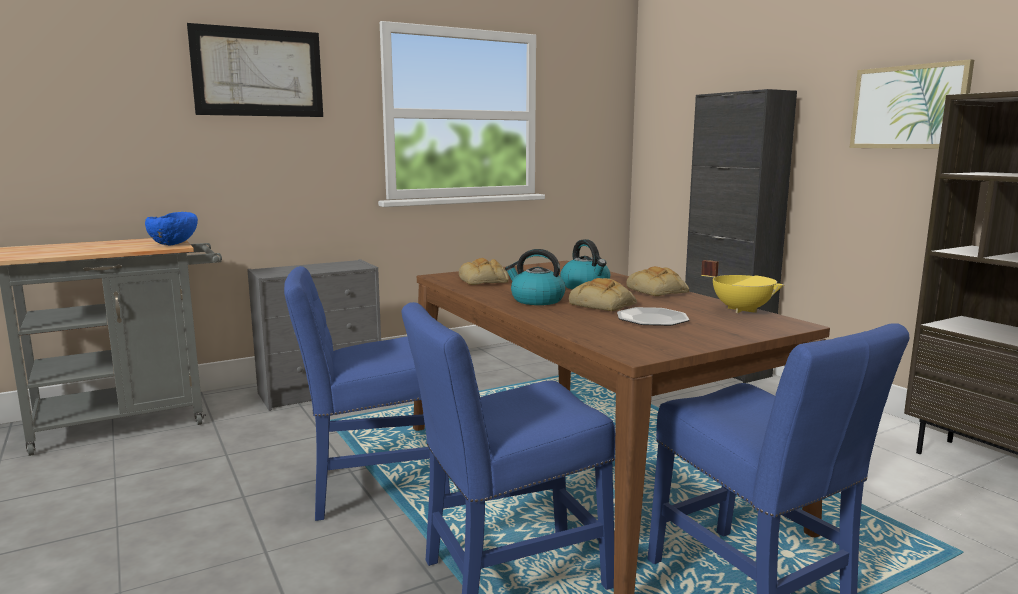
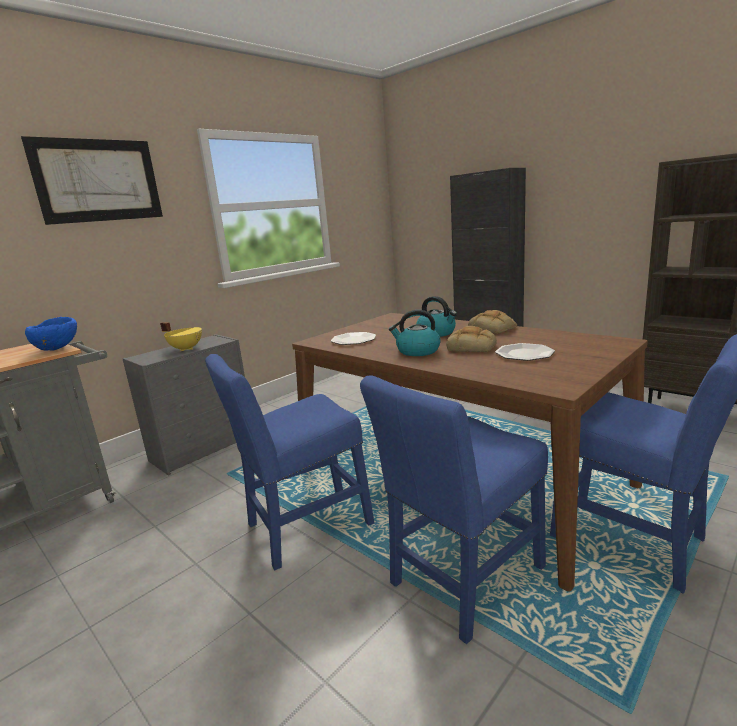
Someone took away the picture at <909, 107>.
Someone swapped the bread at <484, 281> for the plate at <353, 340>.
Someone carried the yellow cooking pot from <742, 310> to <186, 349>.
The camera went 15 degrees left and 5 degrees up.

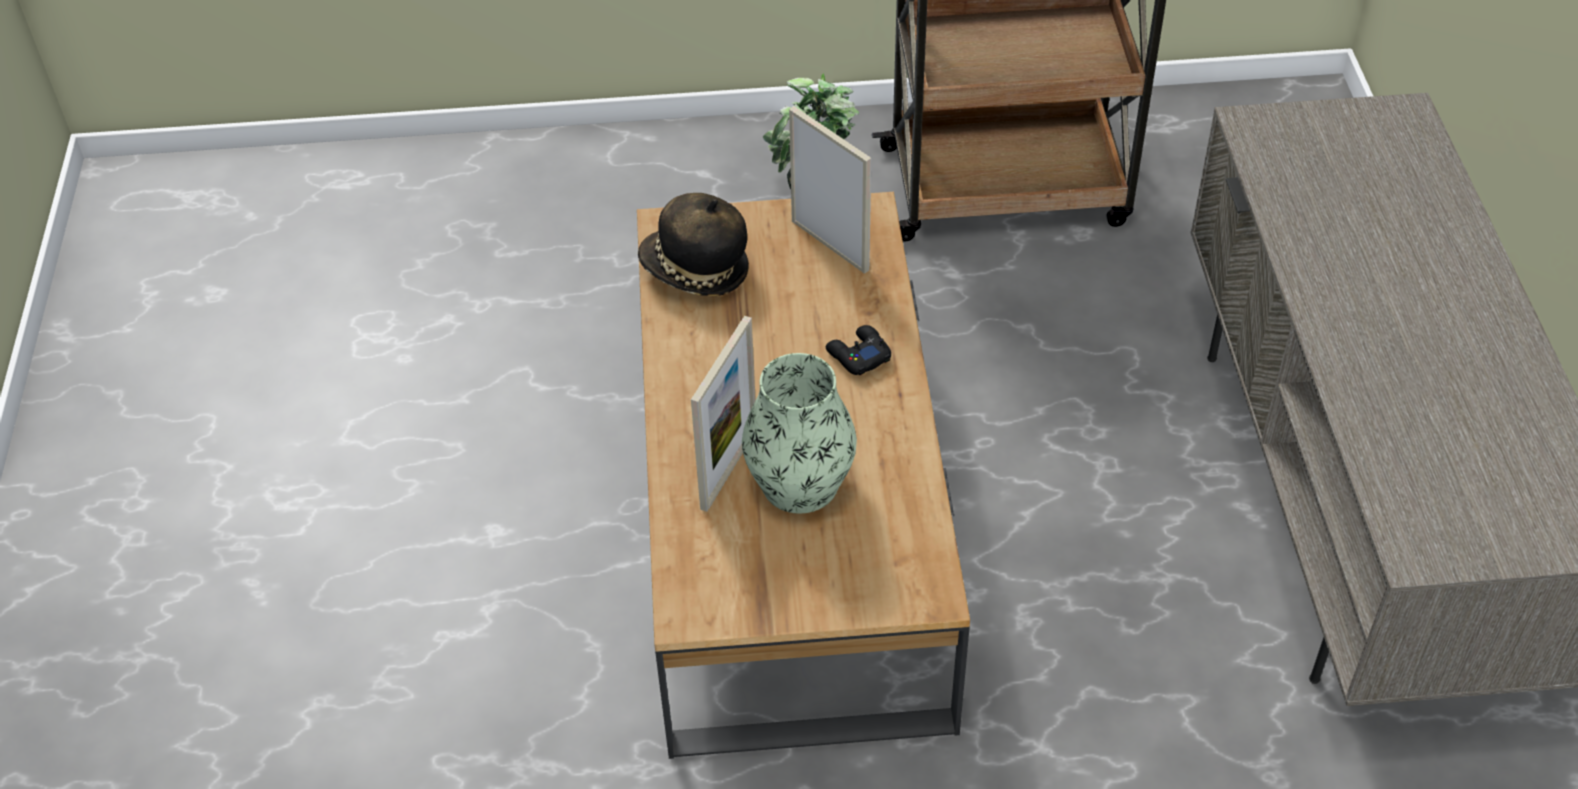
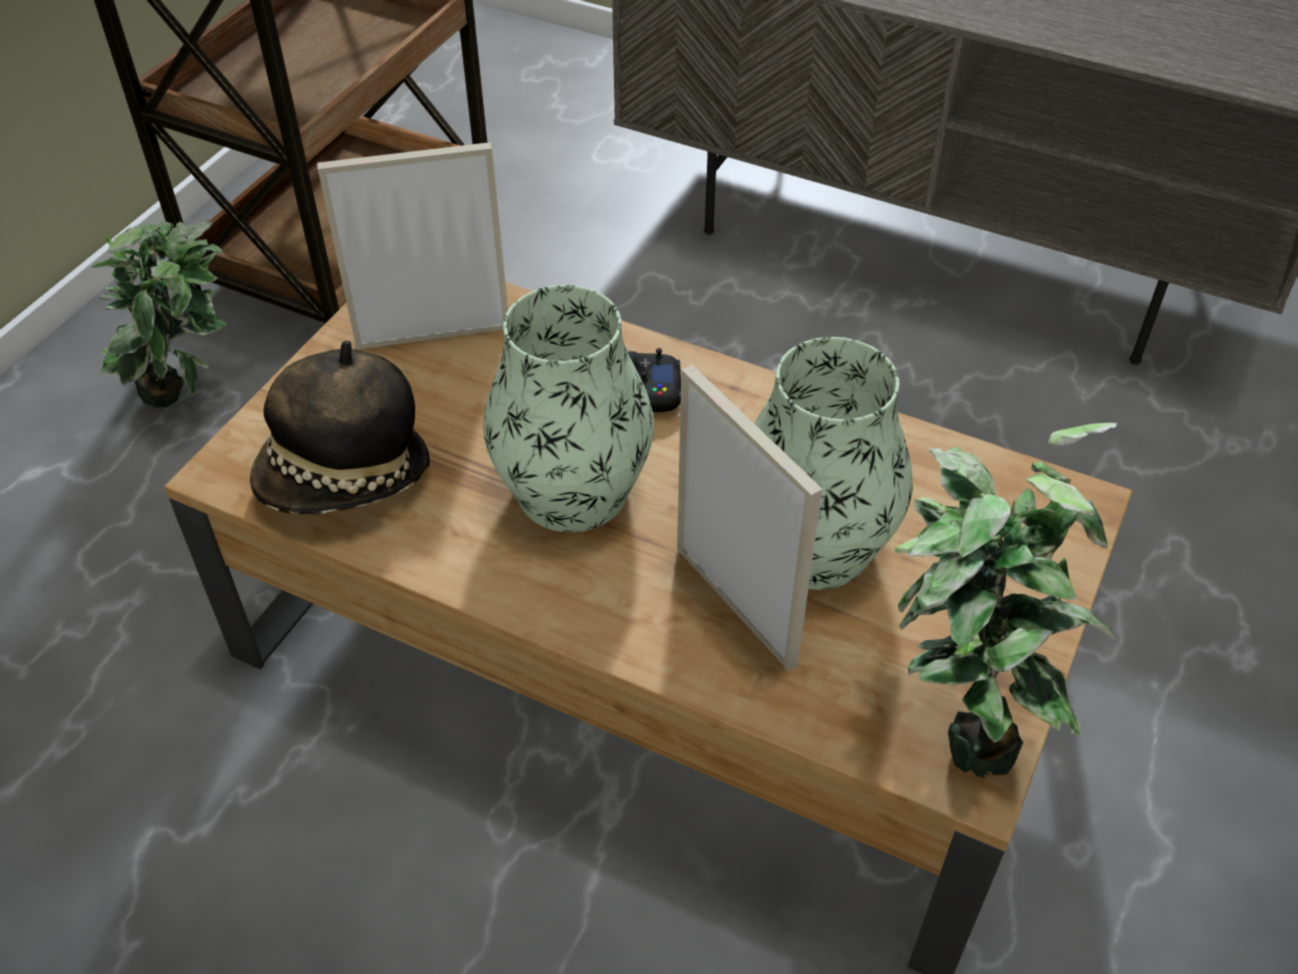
Someone put down the vase at <573, 490>.
Someone put down the potted plant at <960, 718>.
The camera went 60 degrees left and 0 degrees up.

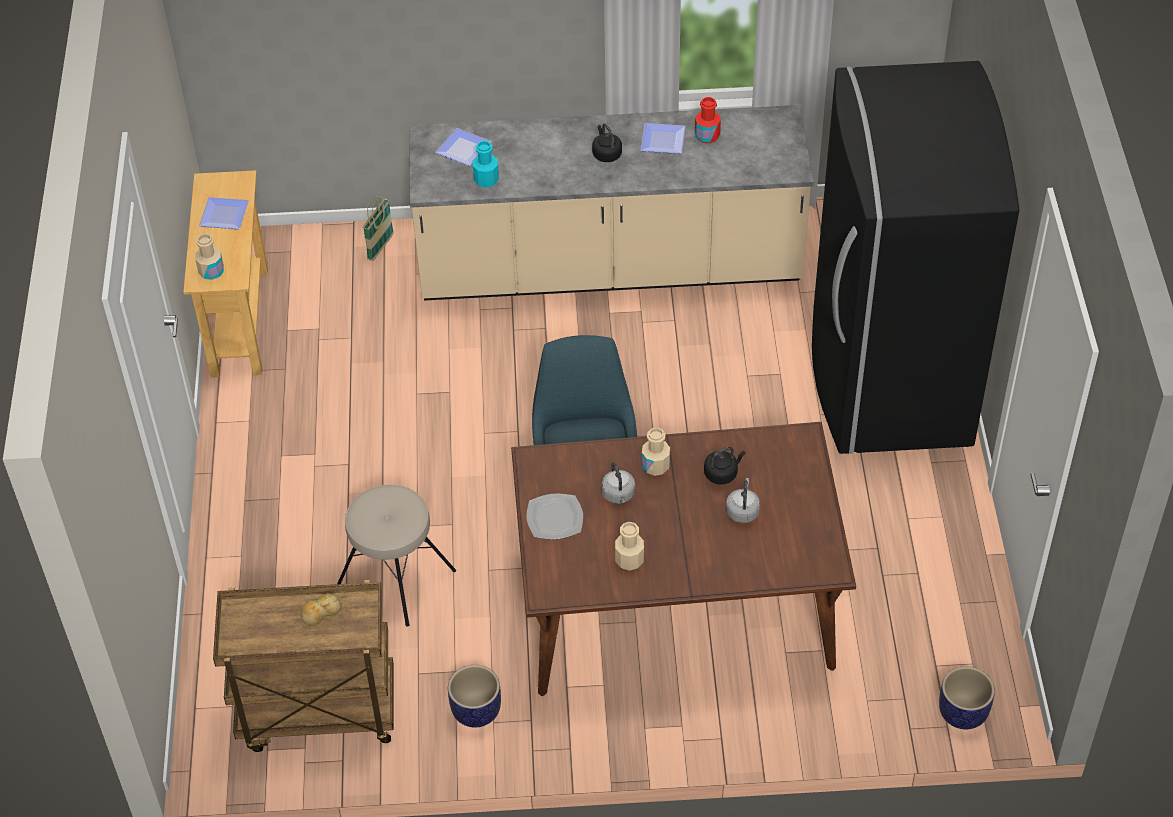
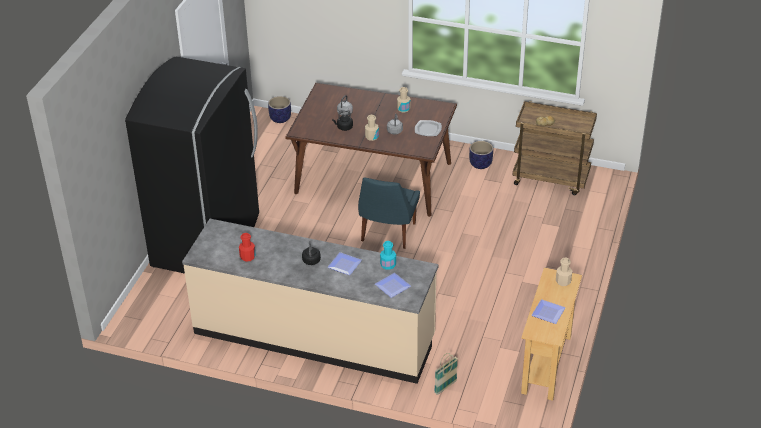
Someone carried the plate from <664, 141> to <344, 264>.
Someone took away the beige stool at <395, 579>.
The camera went 160 degrees left and 10 degrees down.

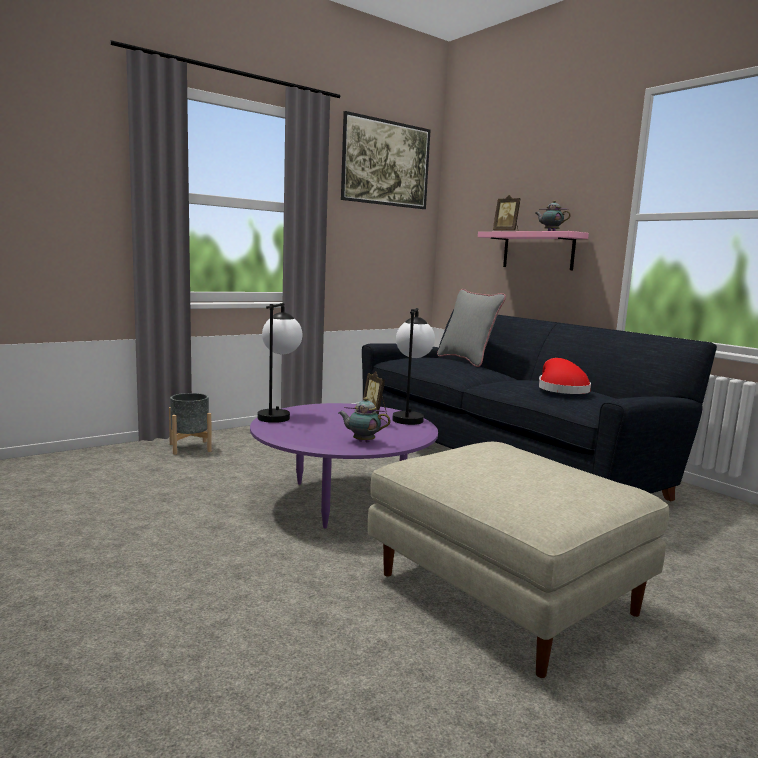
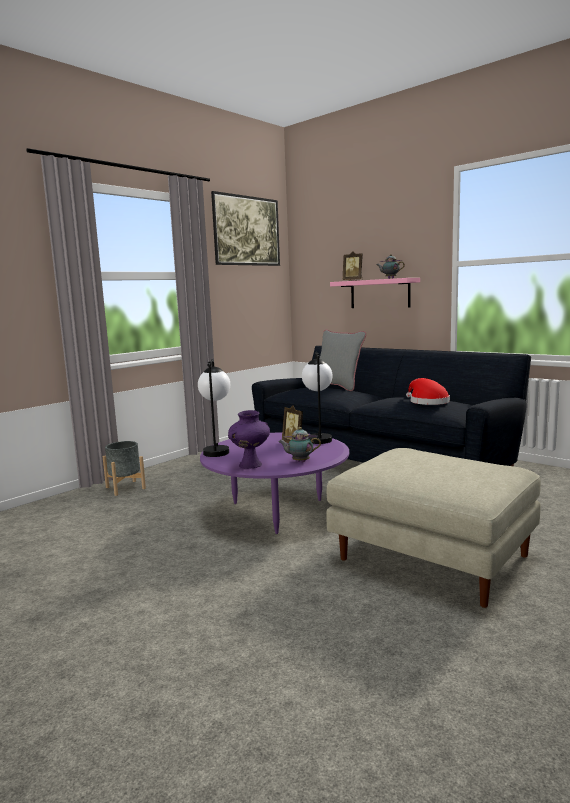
Someone put down the purple vase at <250, 465>.
The camera went 10 degrees left and 0 degrees up.

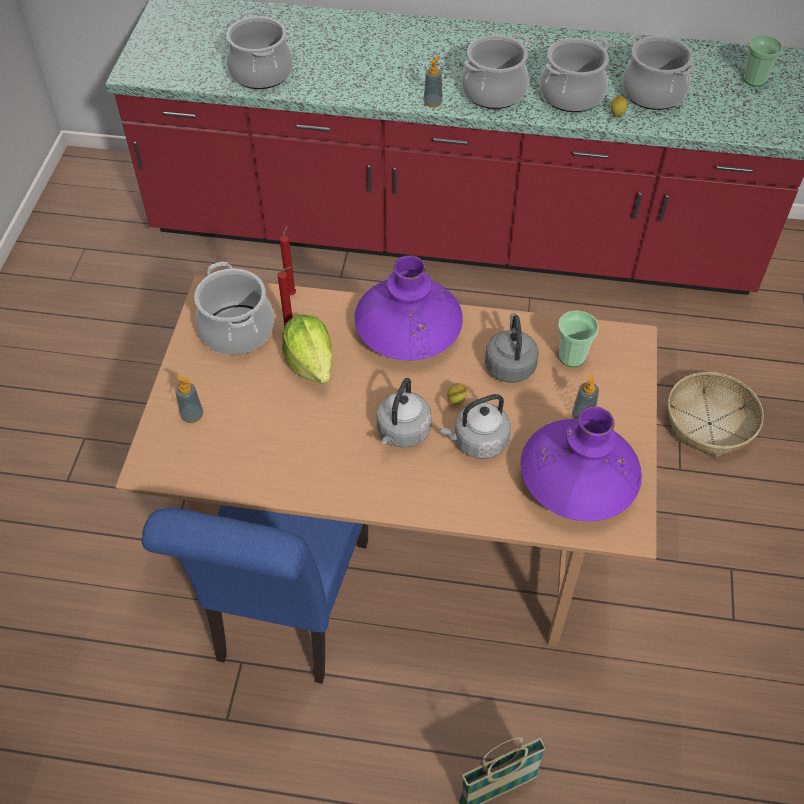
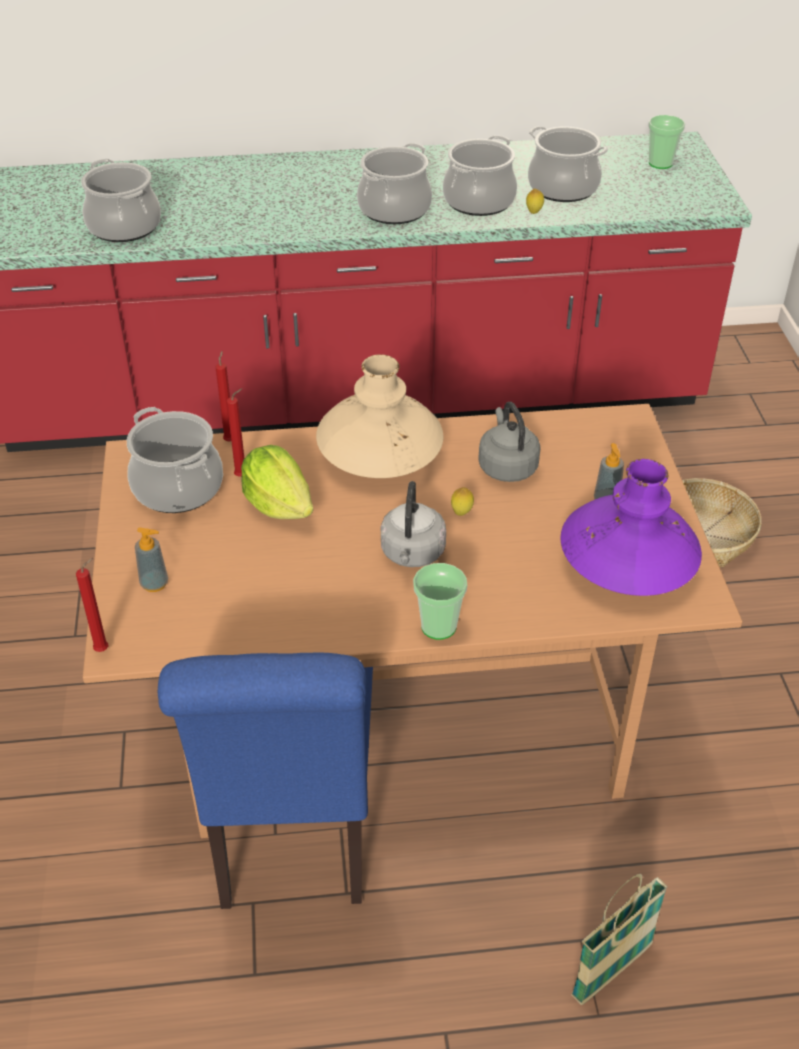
Someone took away the soap dispenser at <432, 102>.
Someone repainted the purple vase at <408, 331>, which became the beige vase at <380, 454>.
Someone carried the cup from <572, 357> to <438, 626>.
Someone took away the grey kettle at <477, 442>.
Someone put down the red candle at <104, 649>.
The camera went 15 degrees left and 10 degrees down.

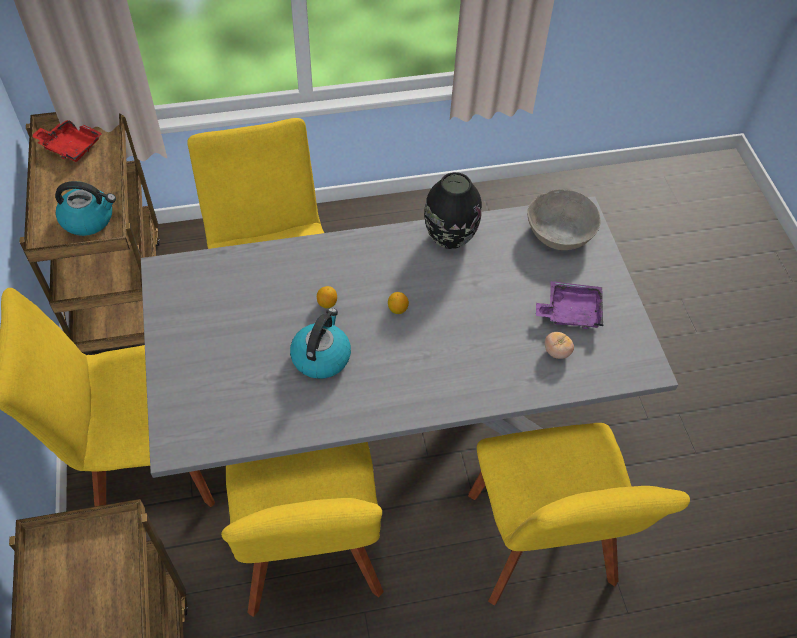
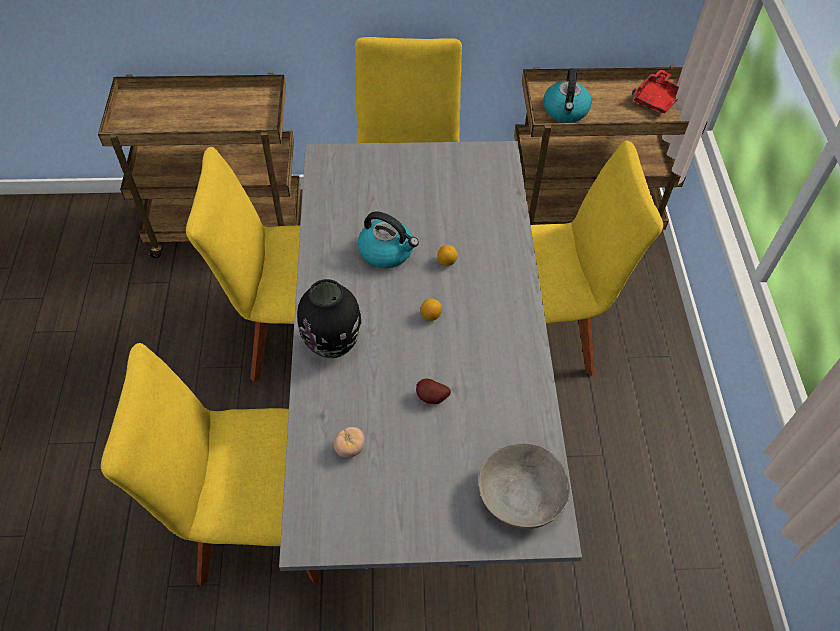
Someone carried the black vase from <449, 237> to <333, 343>.
Someone took away the purple tray at <570, 311>.
Someone put down the potato at <431, 398>.
The camera went 100 degrees right and 0 degrees up.

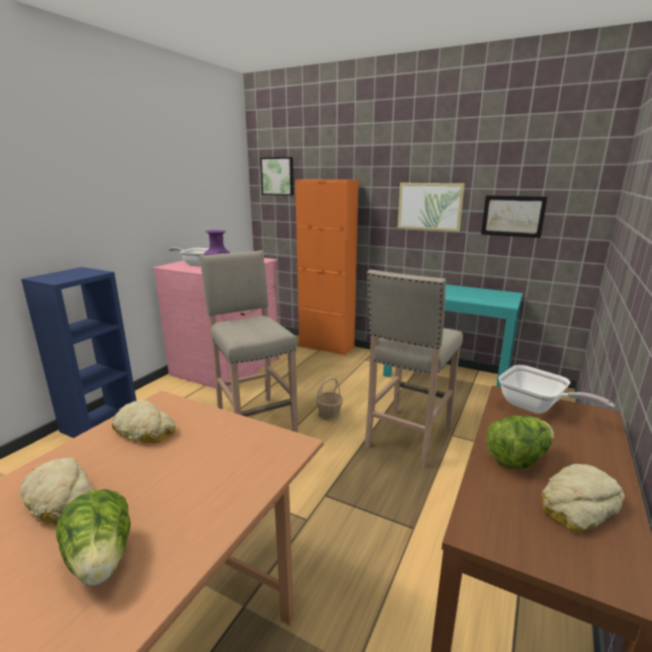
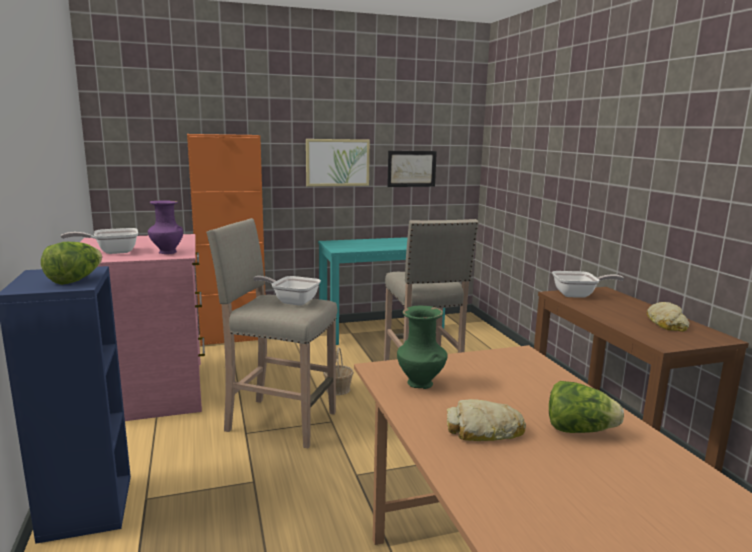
Someone took away the picture at <278, 176>.
Someone swapped the bread at <145, 430> for the green vase at <421, 384>.
Someone carried the lettuce from <517, 459> to <75, 280>.
Someone put down the frying pan at <292, 301>.
The camera went 45 degrees left and 5 degrees down.

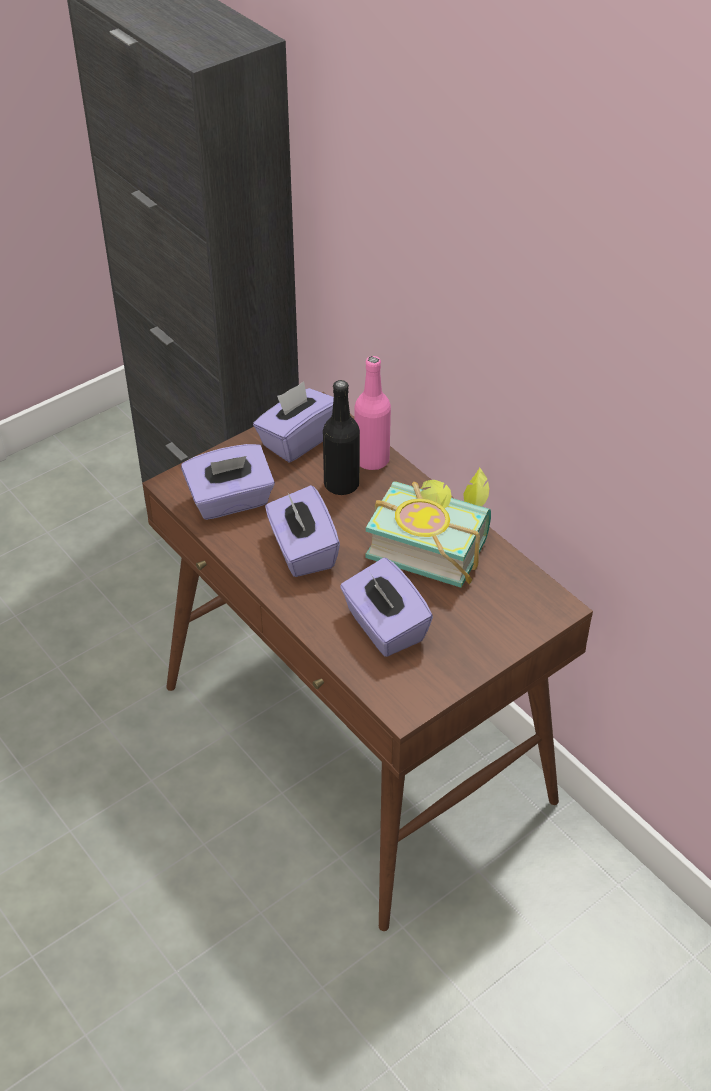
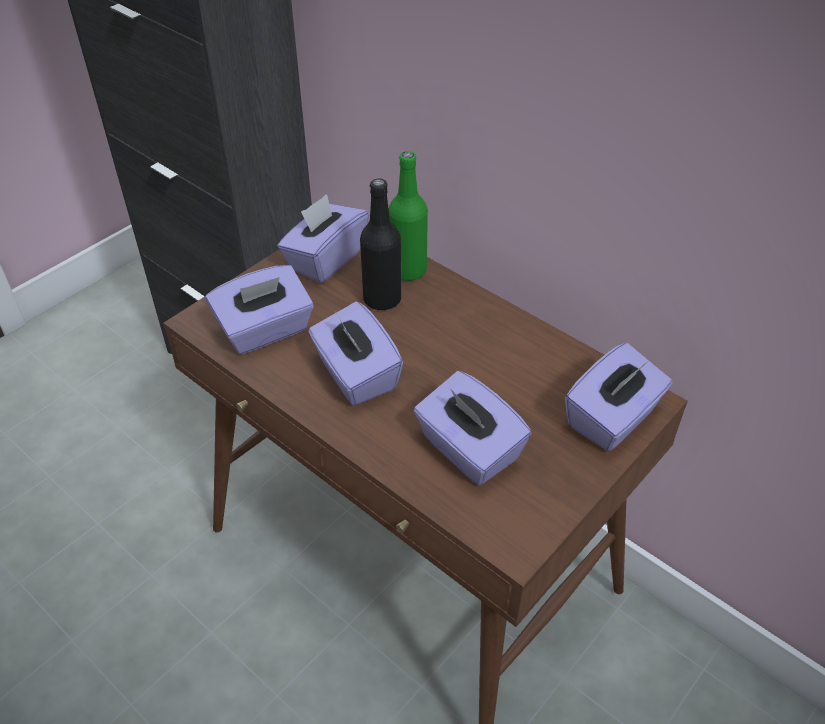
Someone repainted the pink bottle at <372, 460>, which became the green bottle at <408, 270>.
Someone took away the book at <432, 542>.
Someone put down the purple tissue box at <612, 419>.
The camera went 10 degrees left and 0 degrees up.

